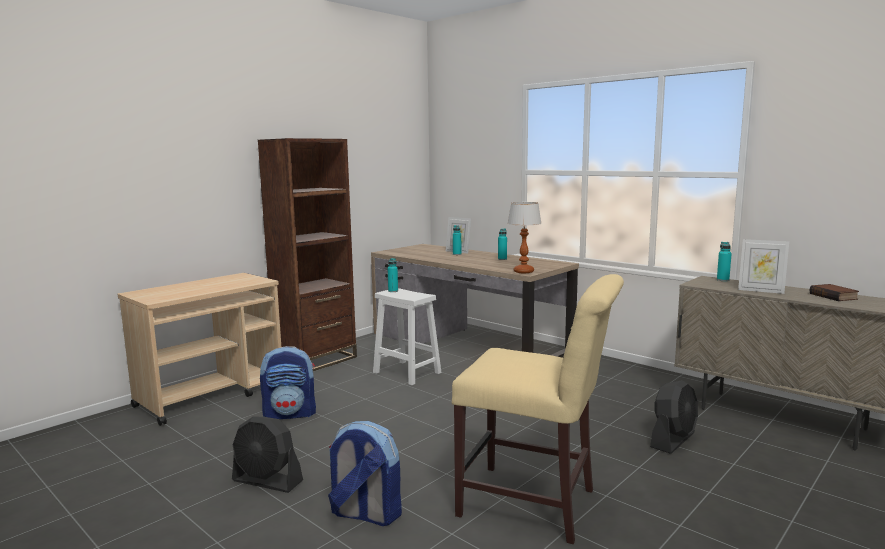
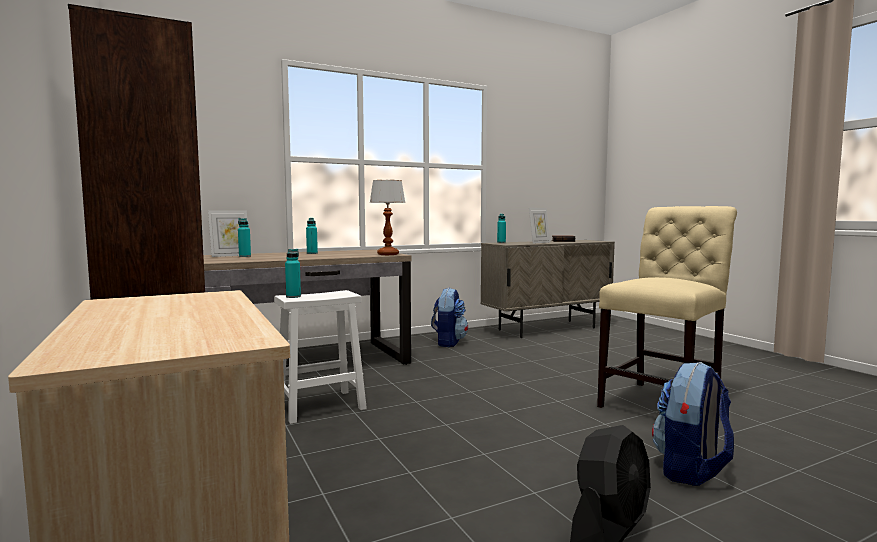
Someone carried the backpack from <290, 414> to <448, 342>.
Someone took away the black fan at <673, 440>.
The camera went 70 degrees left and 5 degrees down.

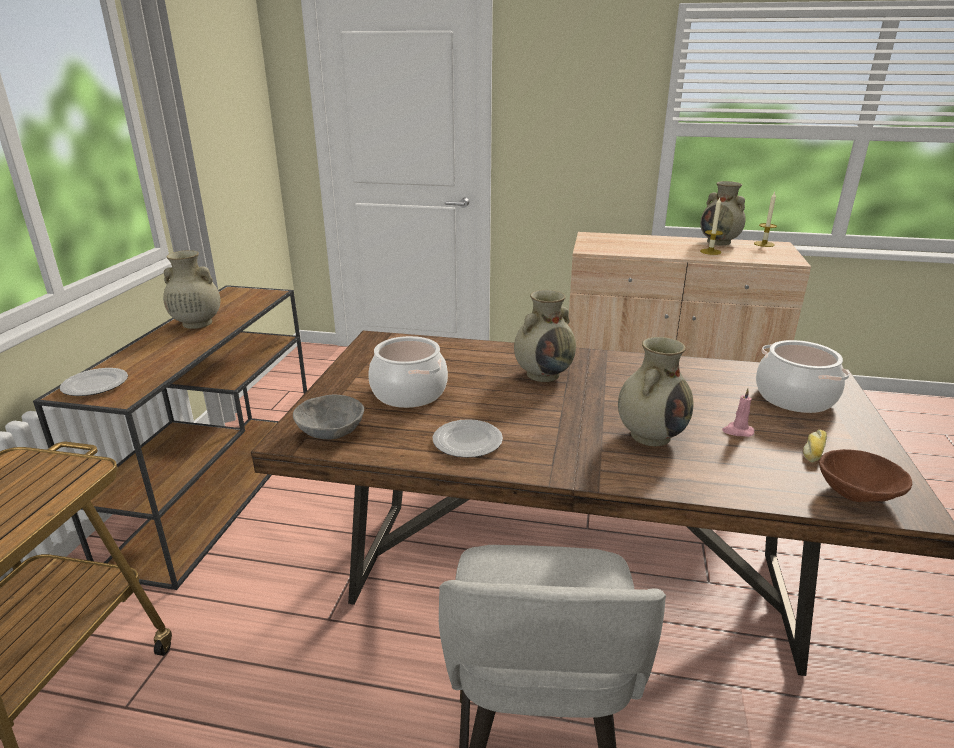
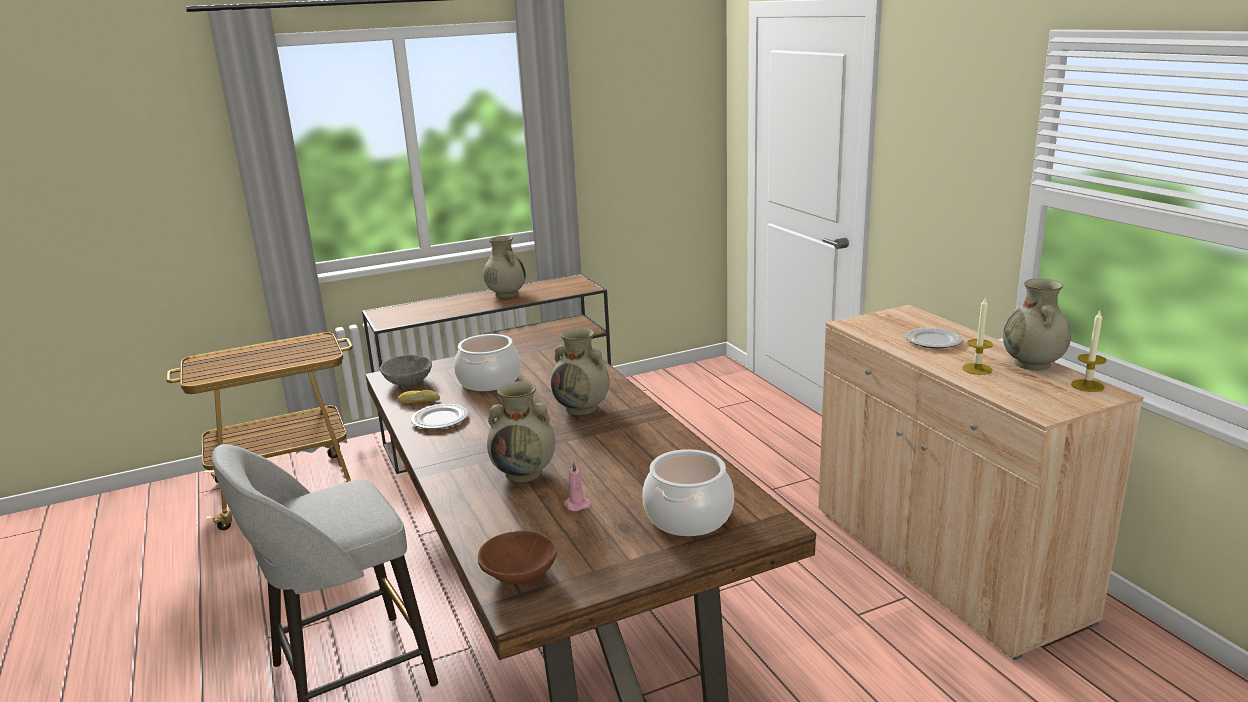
Someone carried the plate from <95, 385> to <932, 341>.
Someone carried the bread from <813, 450> to <419, 401>.
The camera went 55 degrees right and 5 degrees down.

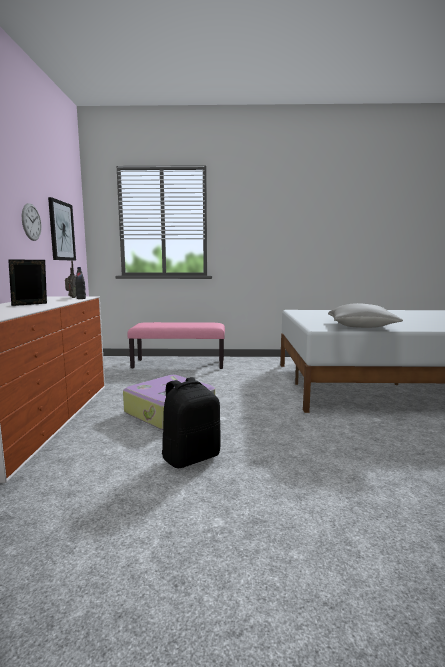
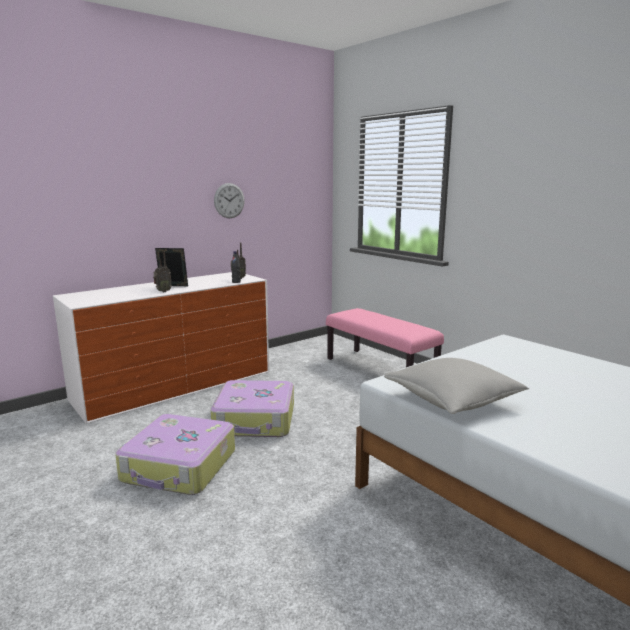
Someone took away the picture at <61, 231>.
Someone swapped the black backpack at <191, 457> for the suitcase at <179, 467>.
Someone put down the radio at <162, 291>.
The camera went 50 degrees right and 5 degrees up.

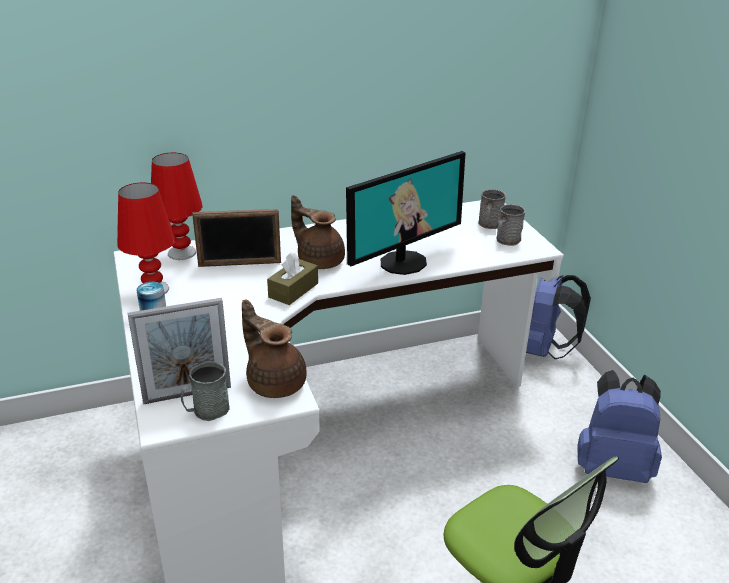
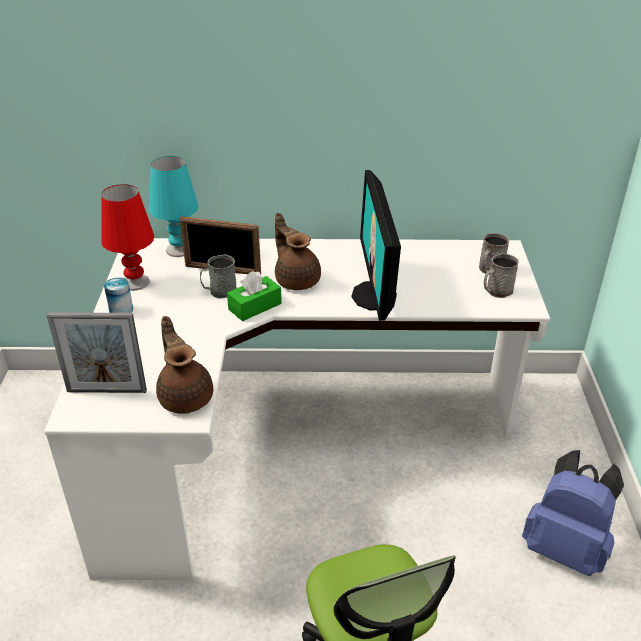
Someone rotated the monitor at <402, 262> by 105 degrees clockwise.
Someone repainted the red table lamp at <181, 253>, which became the turquoise table lamp at <179, 249>.
Someone repainted the brown tissue box at <293, 290>, which became the green tissue box at <255, 306>.
Someone took away the blue backpack at <544, 351>.
Someone carried the grey mug from <206, 411> to <219, 291>.
The camera went 20 degrees right and 5 degrees up.

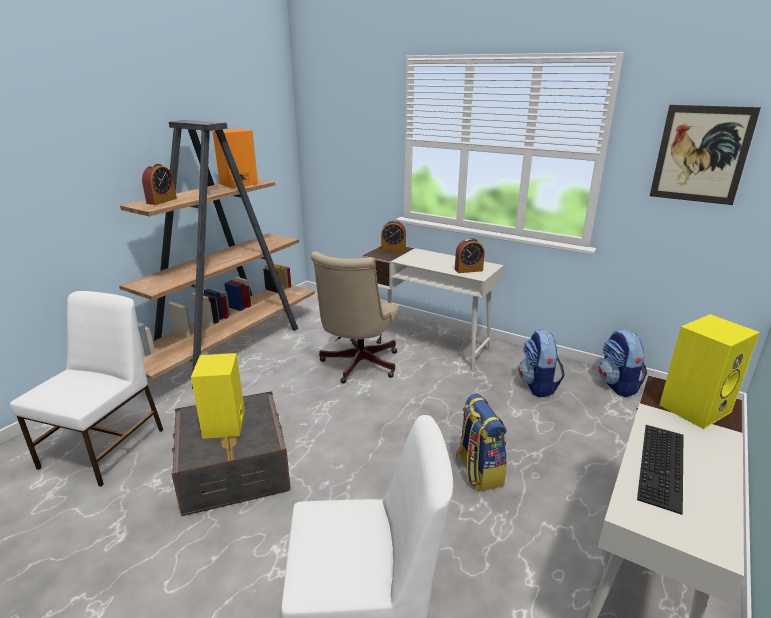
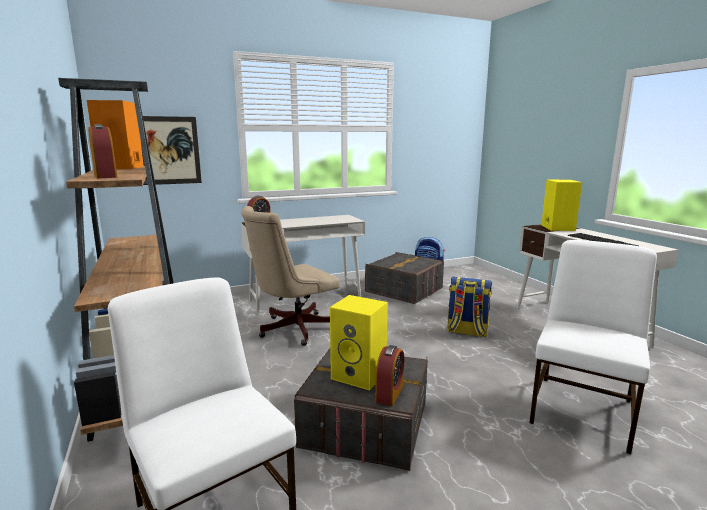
Someone carried the picture from <701, 154> to <169, 150>.
Someone carried the alarm clock from <468, 270> to <389, 393>.
Someone rotated the beige office chair at <357, 366> by 90 degrees clockwise.
Someone swapped the backpack at <538, 386> for the grey storage box at <404, 290>.
The camera went 55 degrees left and 10 degrees down.

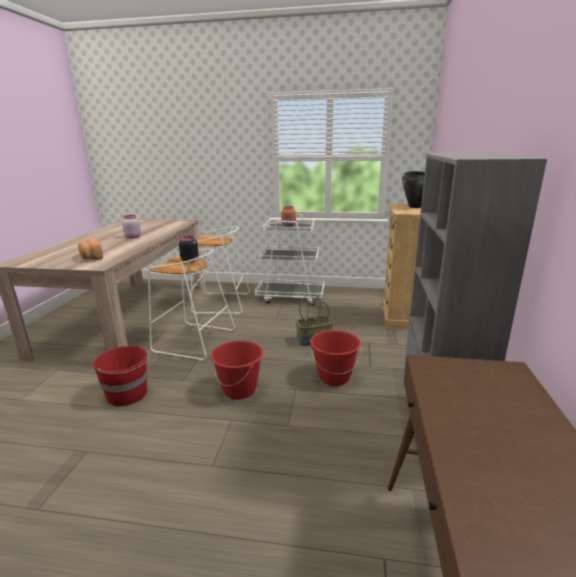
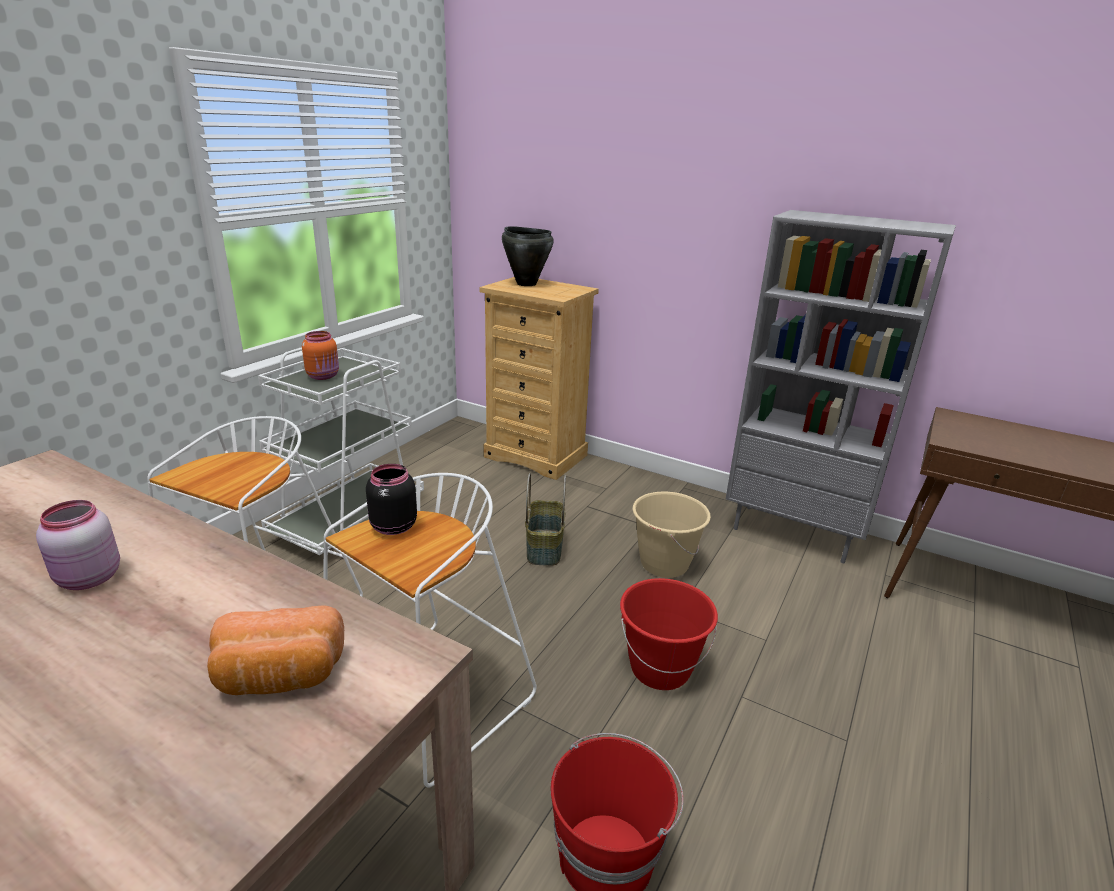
Someone repainted the red bucket at <334, 377>, which became the beige bucket at <664, 564>.
The camera went 70 degrees left and 5 degrees up.

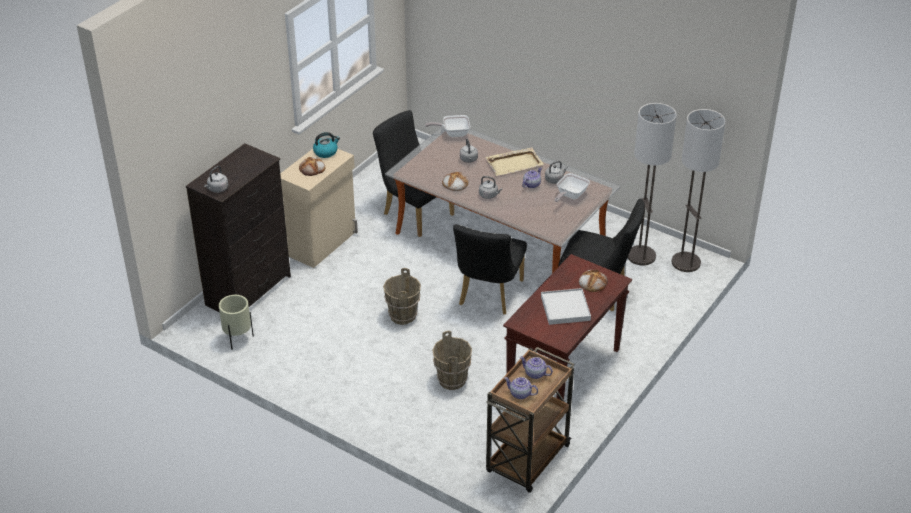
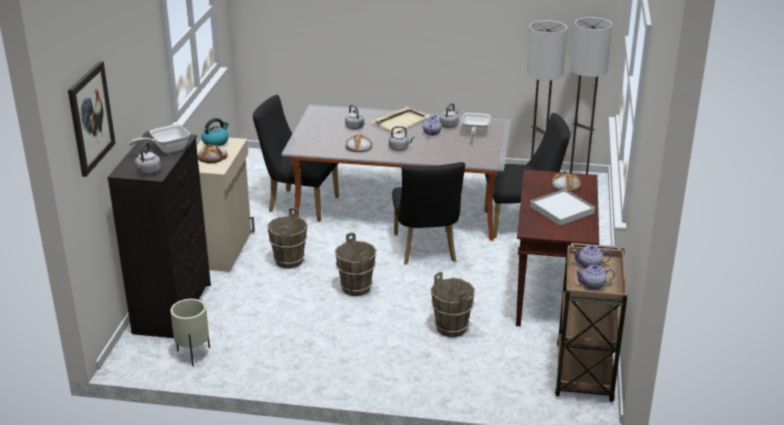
Someone carried the frying pan from <453, 133> to <166, 149>.
Someone put up the picture at <90, 118>.
Someone put down the brown bucket at <288, 261>.
The camera went 25 degrees left and 10 degrees down.

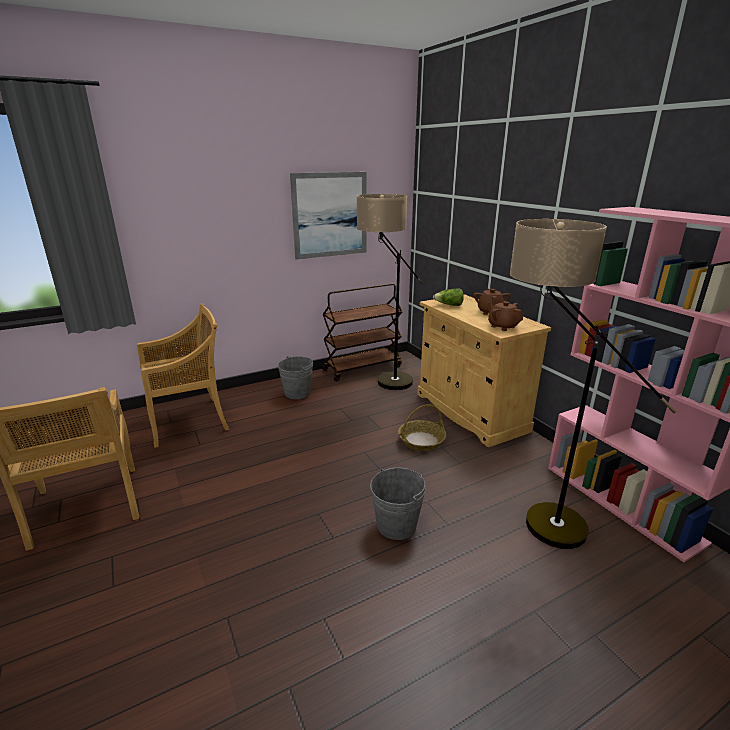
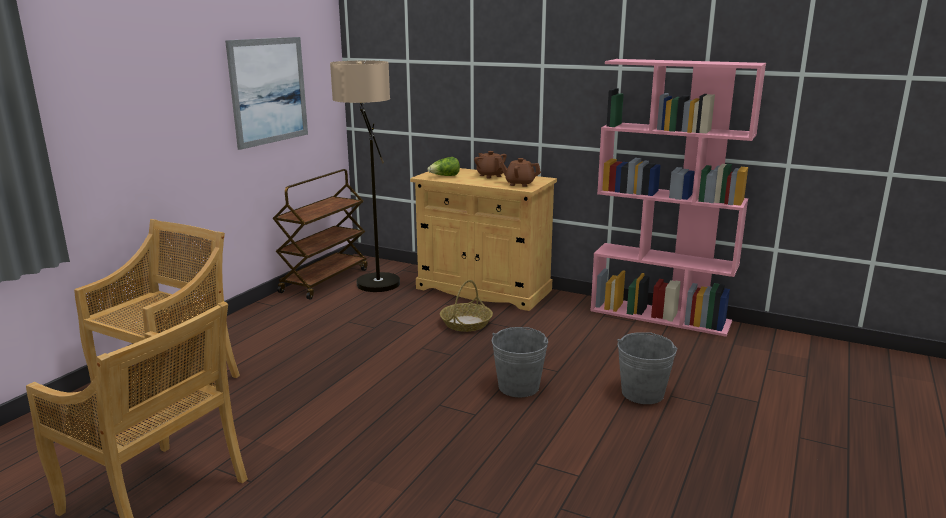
Someone took away the floor lamp at <531, 518>.
Someone carried the grey bucket from <297, 393> to <642, 393>.
The camera went 35 degrees left and 5 degrees down.

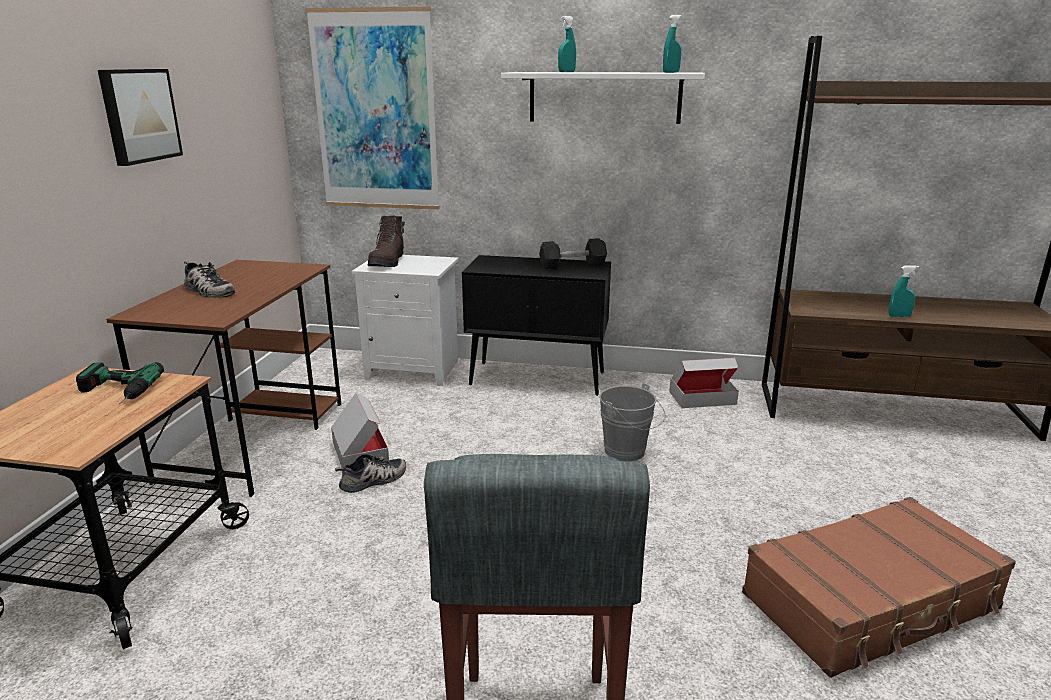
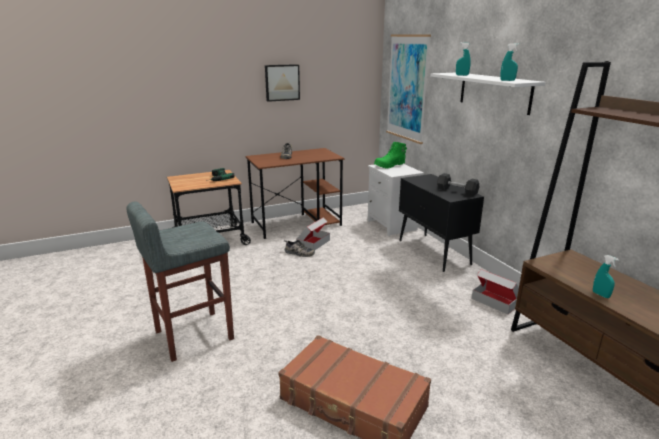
Someone repainted the brown boot at <388, 262>, which became the green boot at <390, 166>.
Someone took away the grey bucket at <628, 453>.
The camera went 55 degrees right and 0 degrees up.

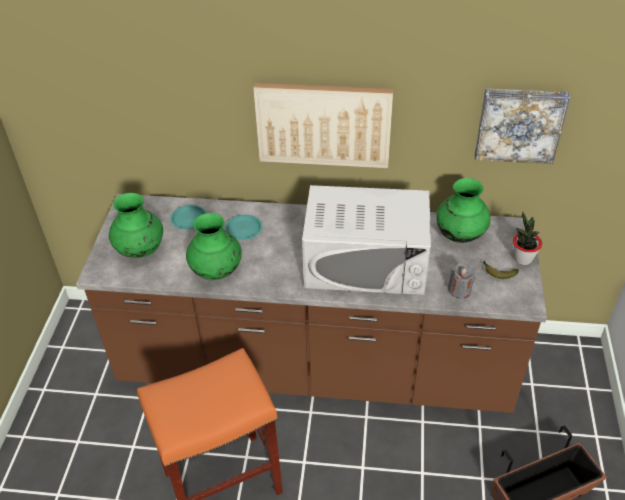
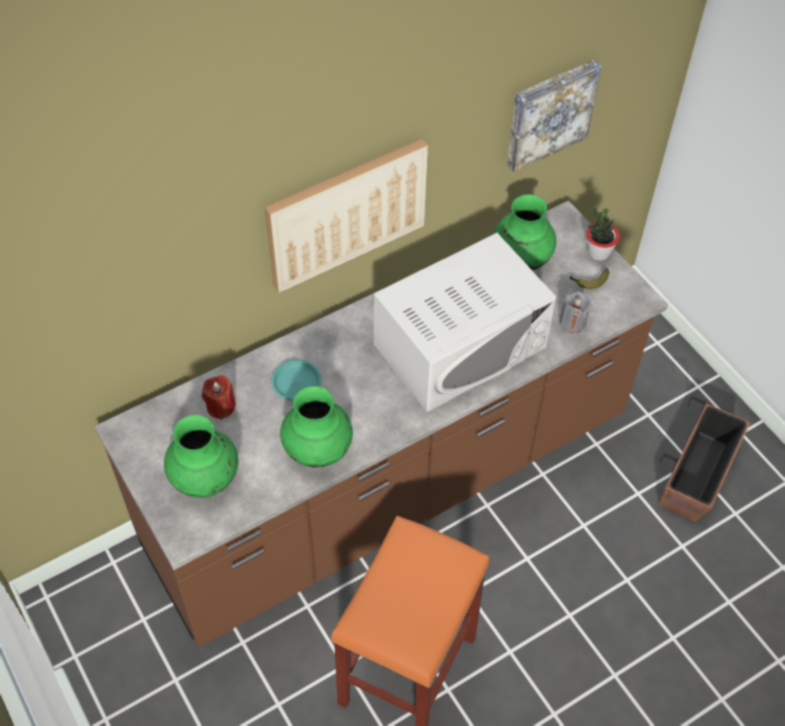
Someone swapped the turquoise plate at <189, 219> for the red candle at <221, 406>.
The camera went 40 degrees left and 10 degrees up.

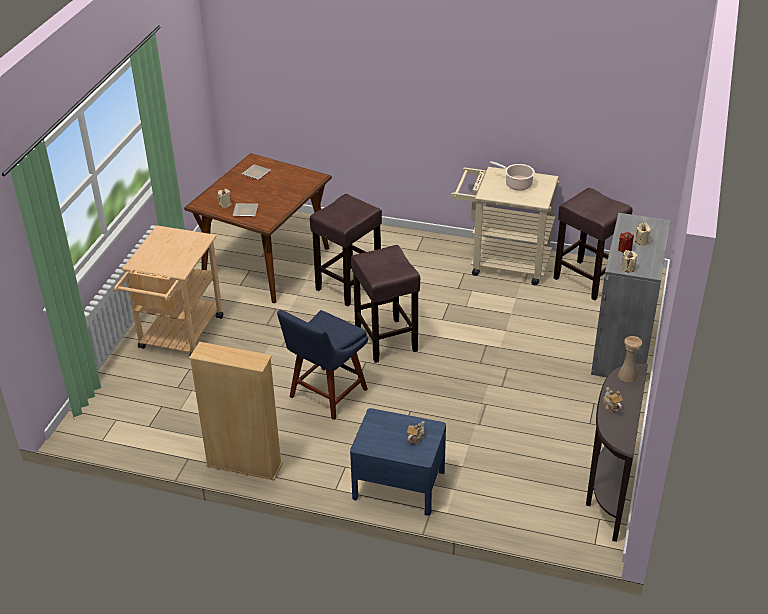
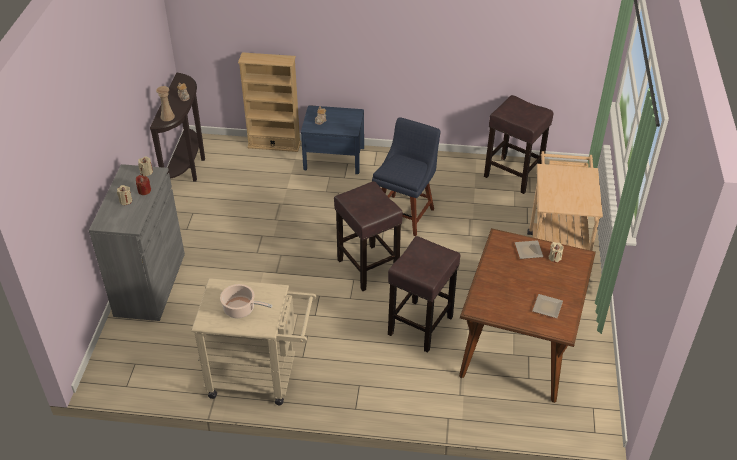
Someone carried the brown stool from <585, 279> to <513, 175>.
Someone carried the beige bookcase from <244, 465> to <274, 144>.
The camera went 170 degrees right and 5 degrees up.

